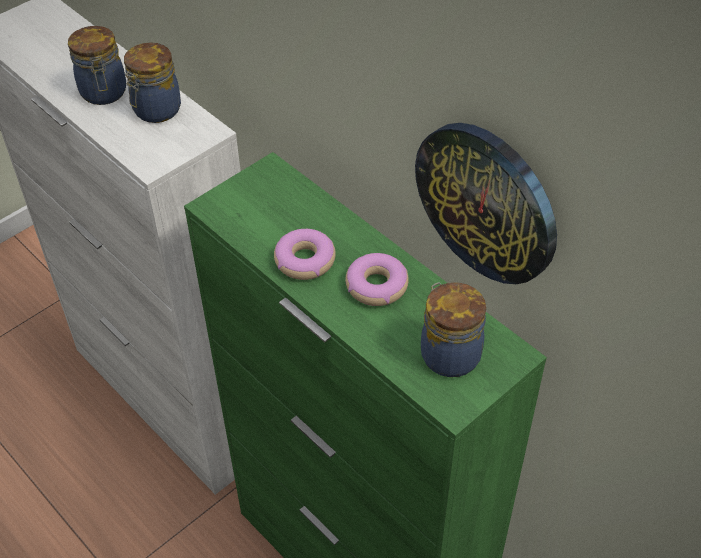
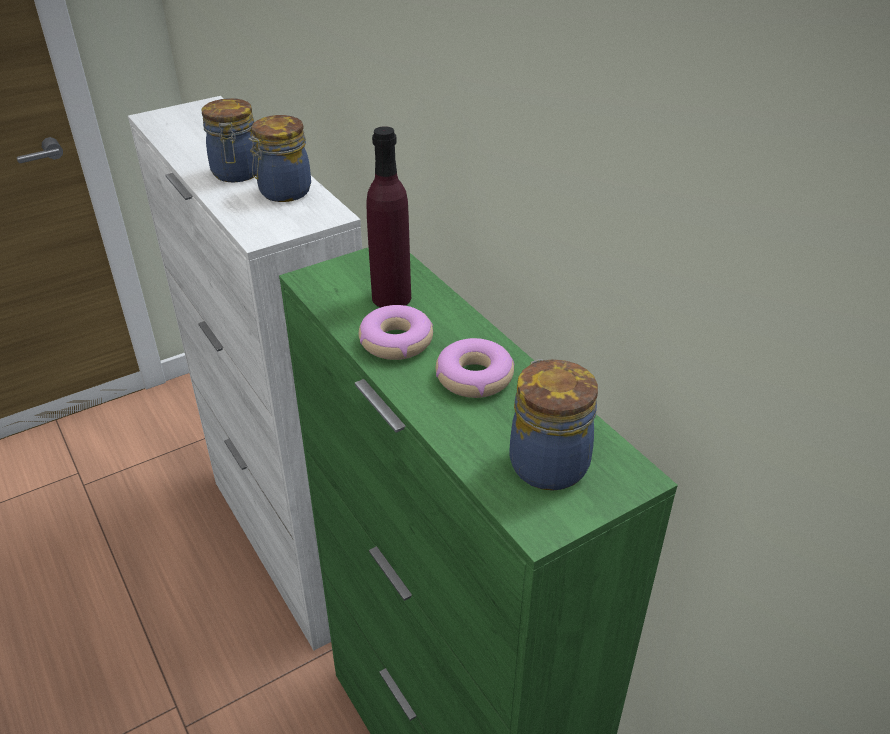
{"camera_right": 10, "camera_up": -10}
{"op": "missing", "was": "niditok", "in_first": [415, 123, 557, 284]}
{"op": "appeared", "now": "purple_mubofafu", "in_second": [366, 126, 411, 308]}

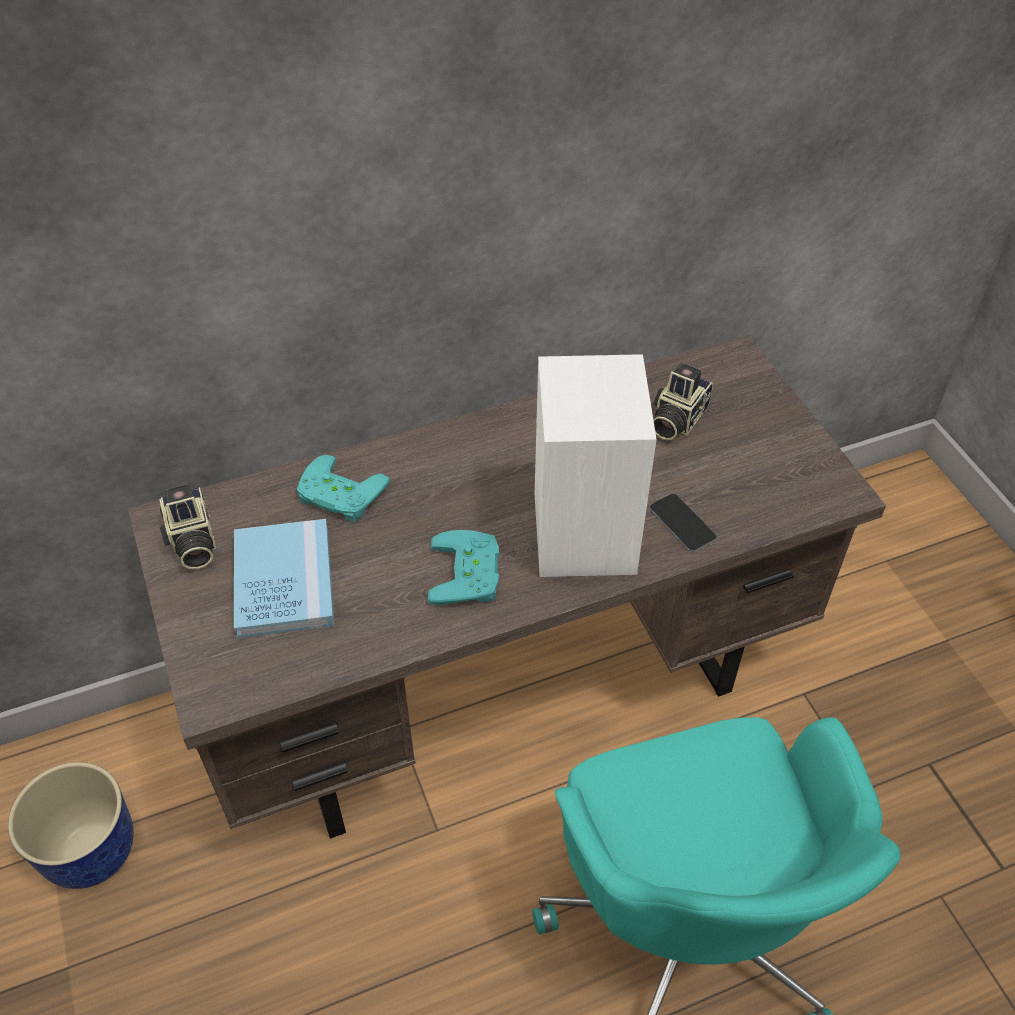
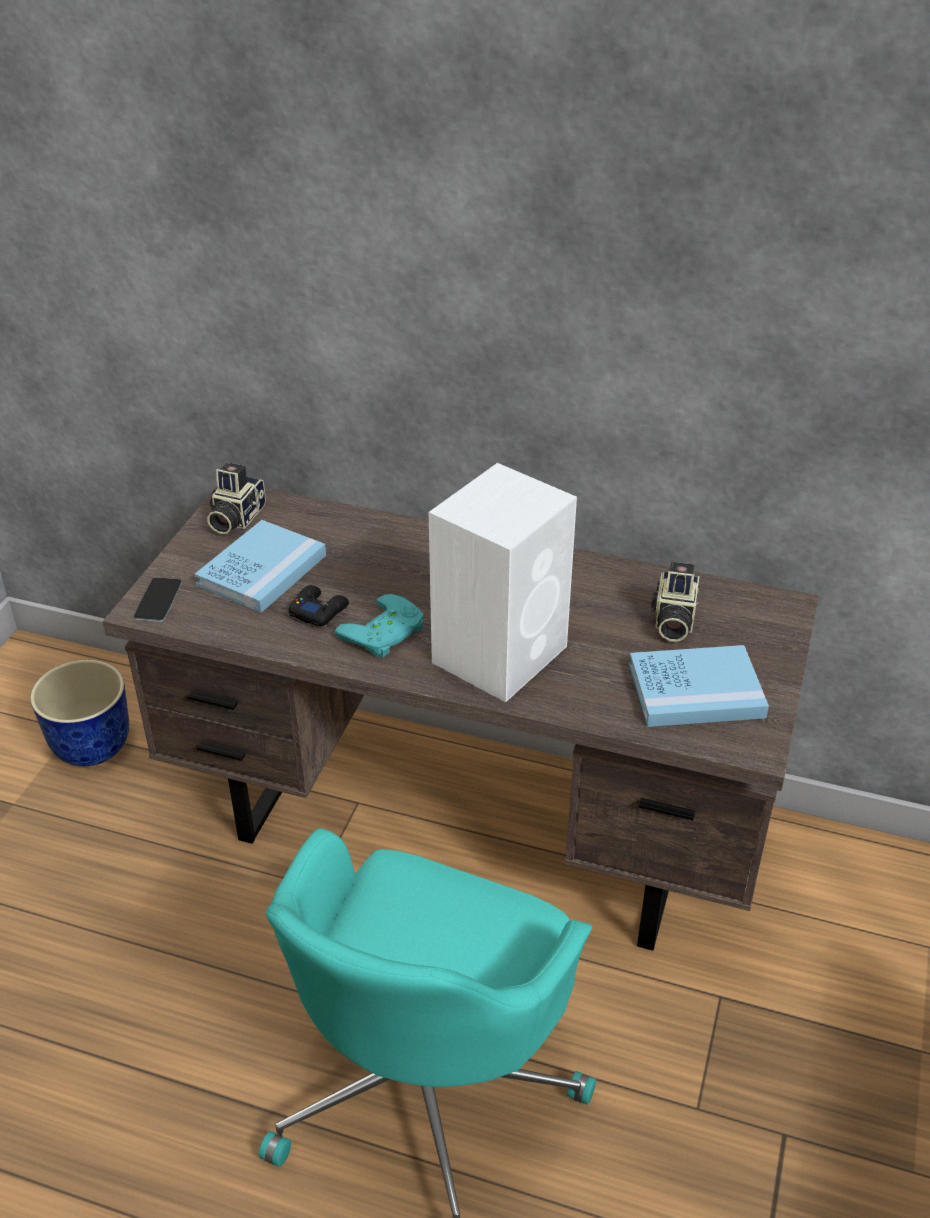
{"camera_right": 40, "camera_up": -10}
{"op": "spun", "was": "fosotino", "in_first": [653, 363, 713, 440], "in_second": [651, 562, 700, 642], "clockwise": -60}
{"op": "missing", "was": "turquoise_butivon", "in_first": [297, 455, 390, 522]}
{"op": "relocated", "was": "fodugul", "in_first": [650, 494, 717, 552], "in_second": [134, 578, 182, 622]}
{"op": "appeared", "now": "black_butivon", "in_second": [289, 585, 349, 626]}
{"op": "appeared", "now": "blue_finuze", "in_second": [629, 645, 769, 727]}

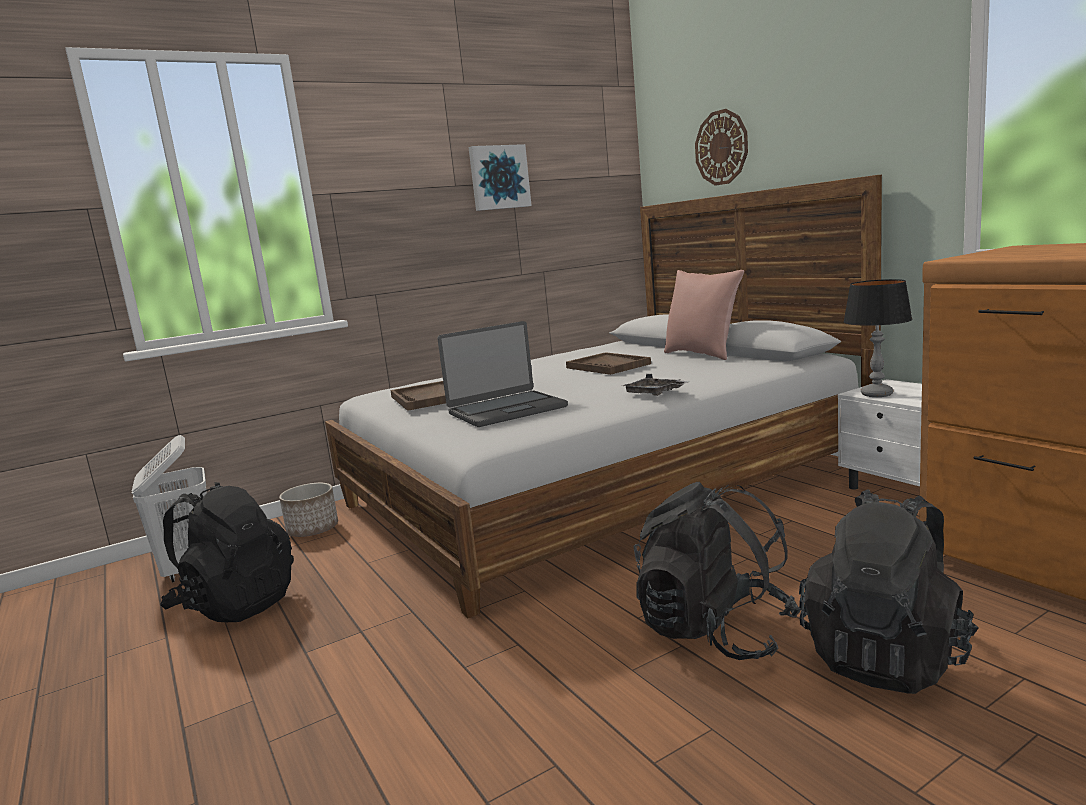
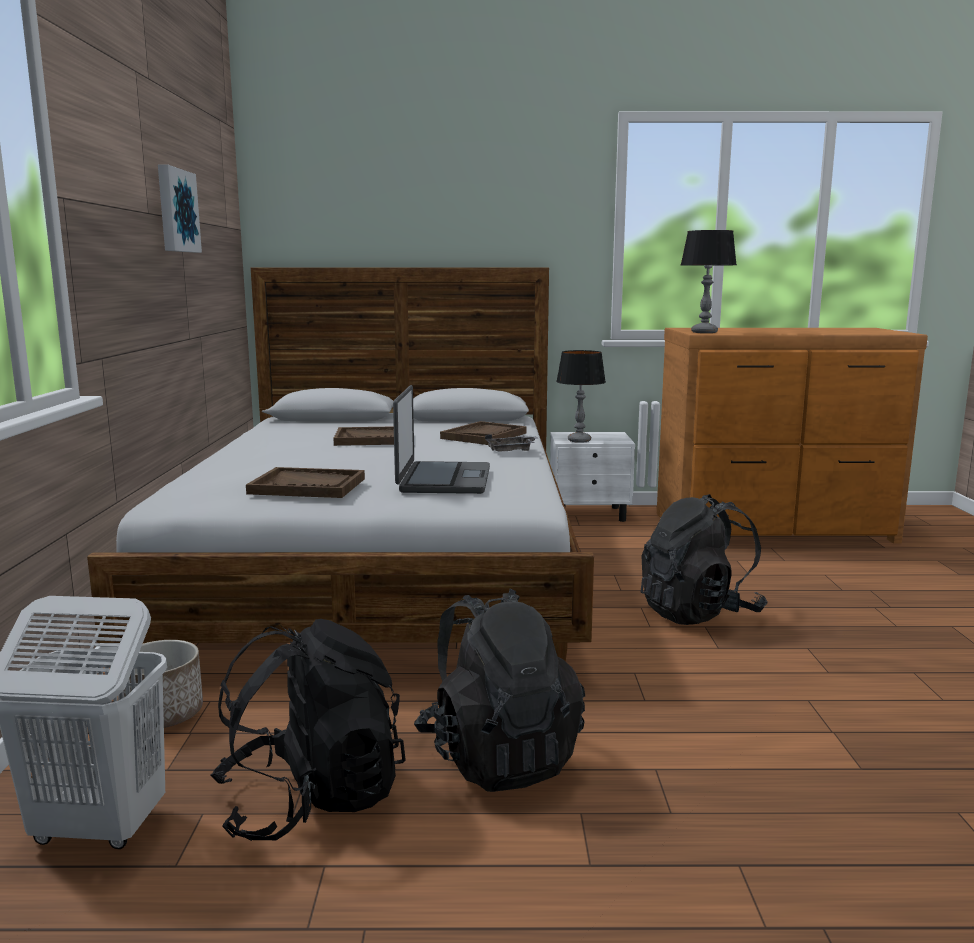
{"camera_right": -60, "camera_up": 0}
{"op": "missing", "was": "niditok", "in_first": [695, 109, 748, 186]}
{"op": "missing", "was": "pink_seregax", "in_first": [664, 270, 744, 360]}
{"op": "relocated", "was": "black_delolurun", "in_first": [799, 489, 978, 694], "in_second": [414, 589, 585, 792]}
{"op": "appeared", "now": "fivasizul", "in_second": [681, 230, 736, 333]}
{"op": "appeared", "now": "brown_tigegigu", "in_second": [440, 421, 527, 445]}

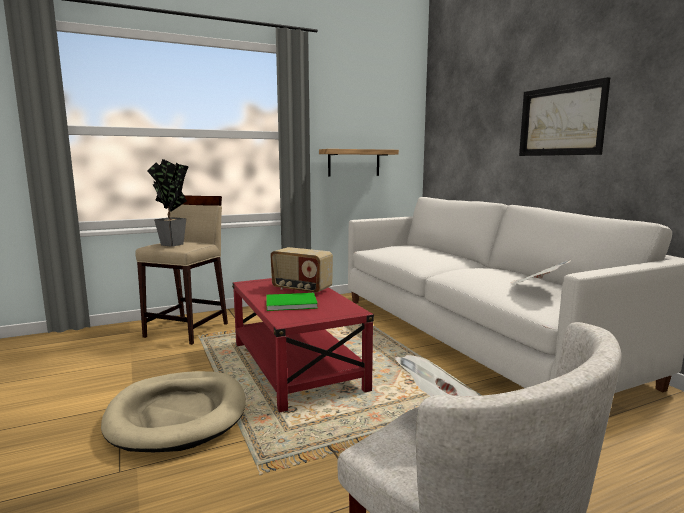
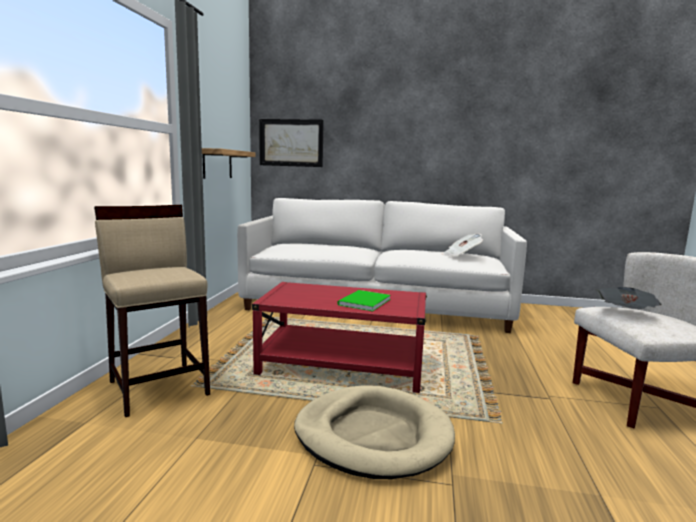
{"camera_right": -55, "camera_up": 0}
{"op": "relocated", "was": "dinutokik", "in_first": [519, 77, 610, 156], "in_second": [259, 119, 324, 167]}
{"op": "missing", "was": "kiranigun", "in_first": [147, 159, 189, 247]}
{"op": "missing", "was": "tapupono", "in_first": [270, 247, 333, 293]}

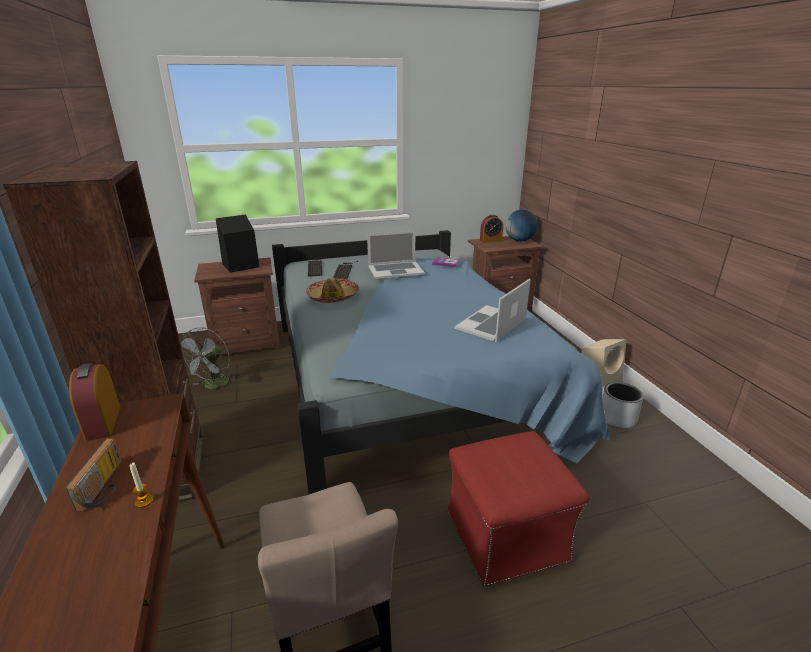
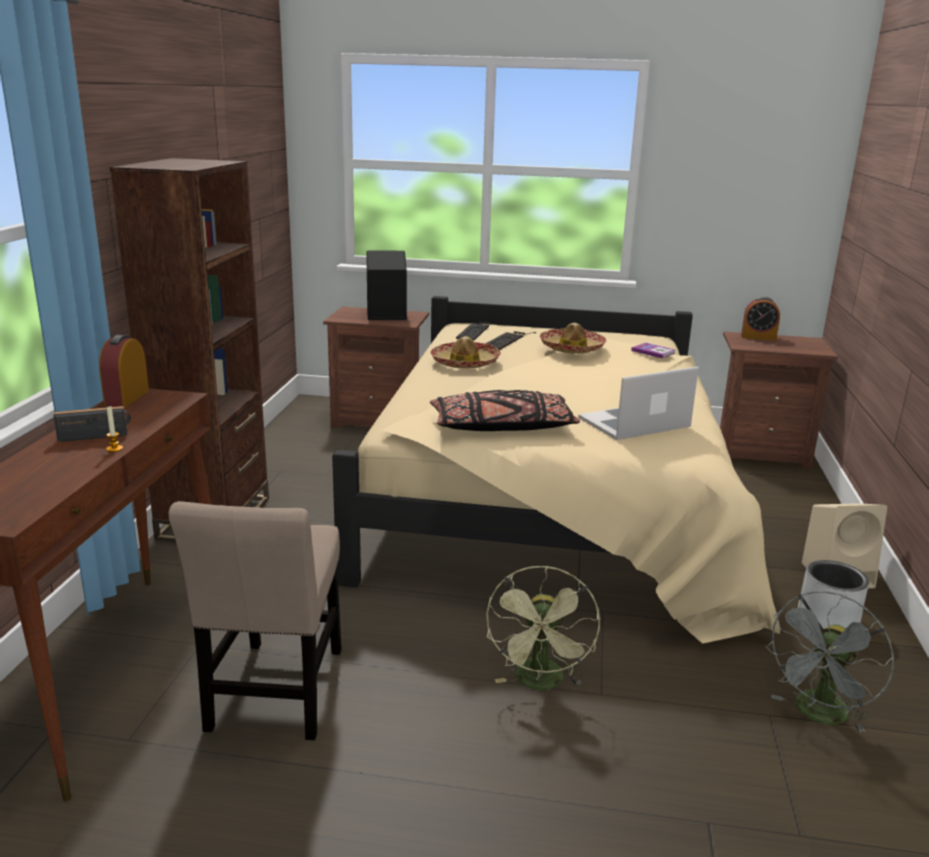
{"camera_right": 25, "camera_up": -5}
{"op": "missing", "was": "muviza", "in_first": [506, 209, 538, 242]}
{"op": "colour", "was": "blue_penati", "now": "beige_penati", "in_first": [272, 230, 610, 494], "in_second": [332, 296, 780, 644]}
{"op": "exchanged", "was": "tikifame", "now": "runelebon", "in_first": [367, 231, 425, 279], "in_second": [540, 323, 607, 353]}
{"op": "relocated", "was": "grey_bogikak", "in_first": [181, 327, 238, 389], "in_second": [765, 591, 895, 733]}
{"op": "exchanged", "was": "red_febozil", "now": "green_bogikak", "in_first": [447, 431, 590, 586], "in_second": [486, 565, 600, 690]}
{"op": "spun", "was": "tapupono", "in_first": [65, 439, 122, 511], "in_second": [54, 406, 131, 442], "clockwise": -135}
{"op": "appeared", "now": "black_seregax", "in_second": [430, 390, 580, 431]}

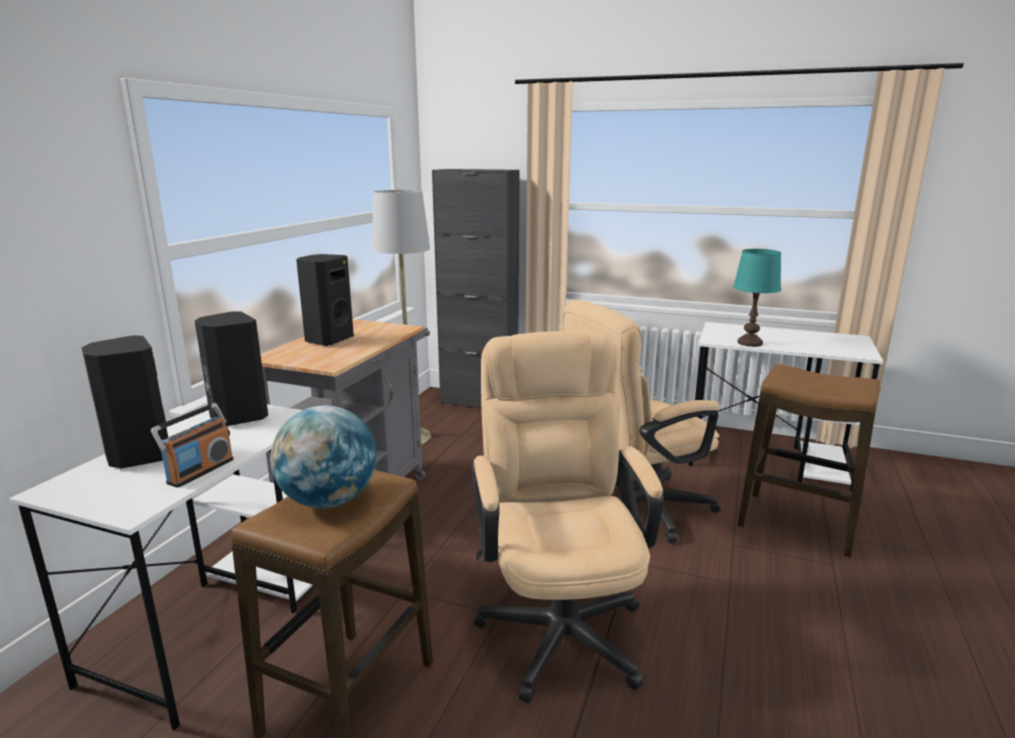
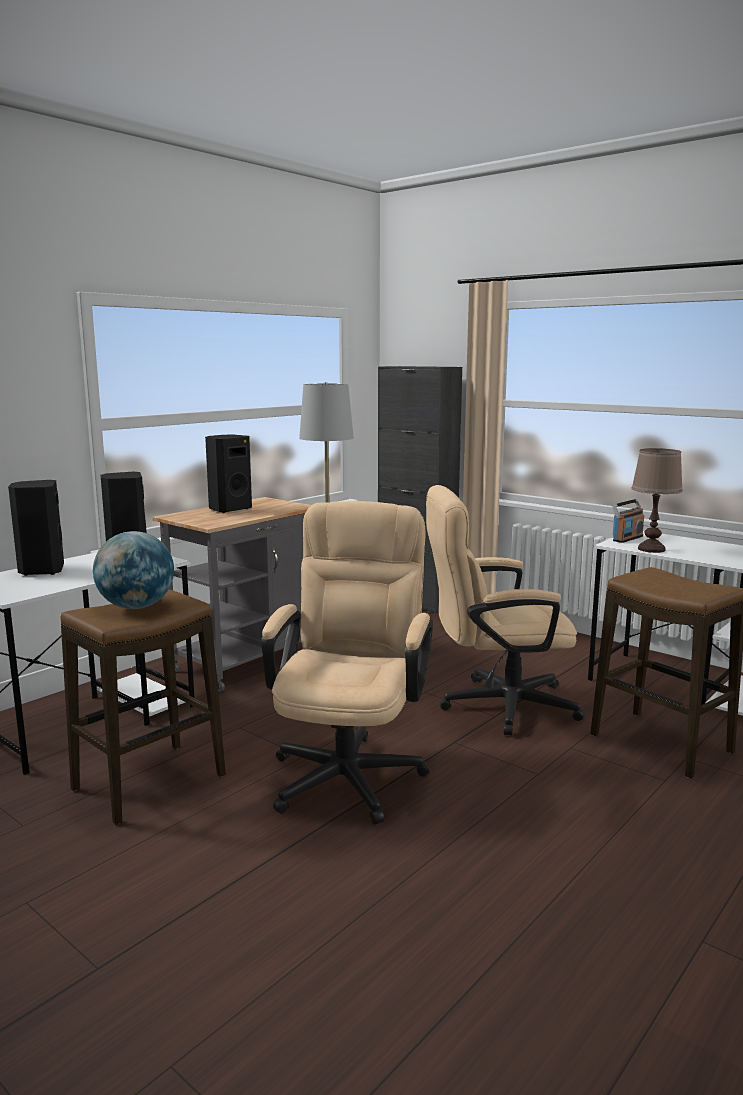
{"camera_right": 20, "camera_up": -5}
{"op": "colour", "was": "turquoise_fivasizul", "now": "brown_fivasizul", "in_first": [733, 249, 781, 347], "in_second": [631, 448, 683, 553]}
{"op": "relocated", "was": "tapupono", "in_first": [151, 403, 234, 488], "in_second": [612, 499, 644, 543]}

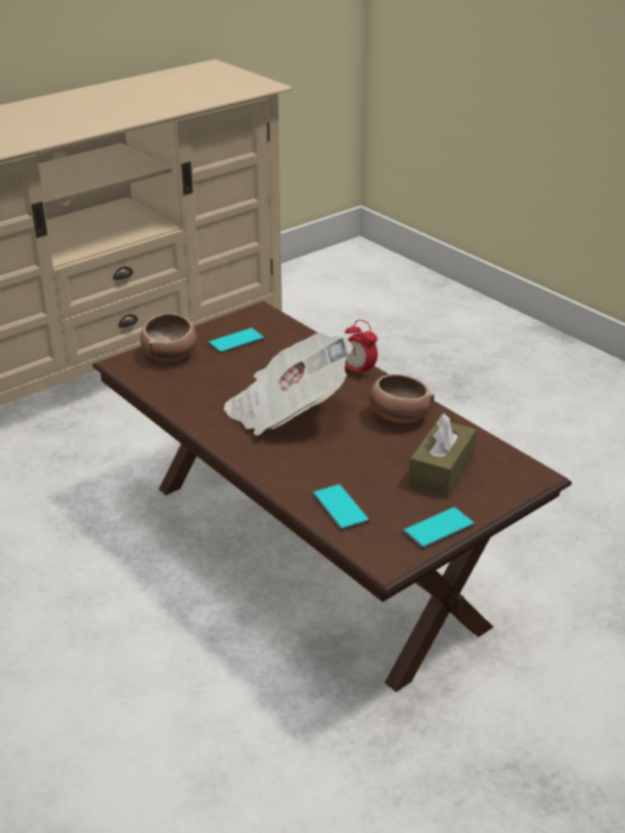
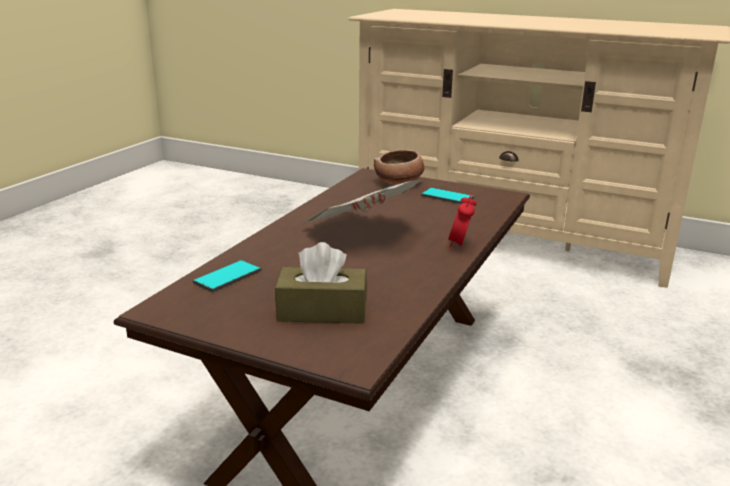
{"camera_right": 65, "camera_up": -10}
{"op": "missing", "was": "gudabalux", "in_first": [369, 374, 434, 423]}
{"op": "missing", "was": "fodugul", "in_first": [402, 507, 475, 550]}

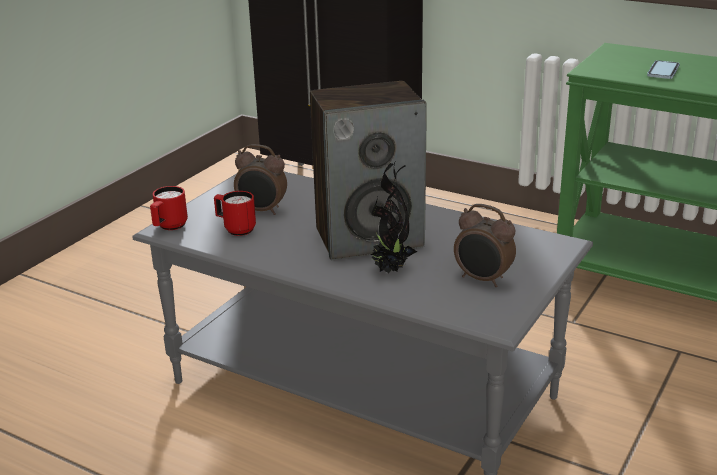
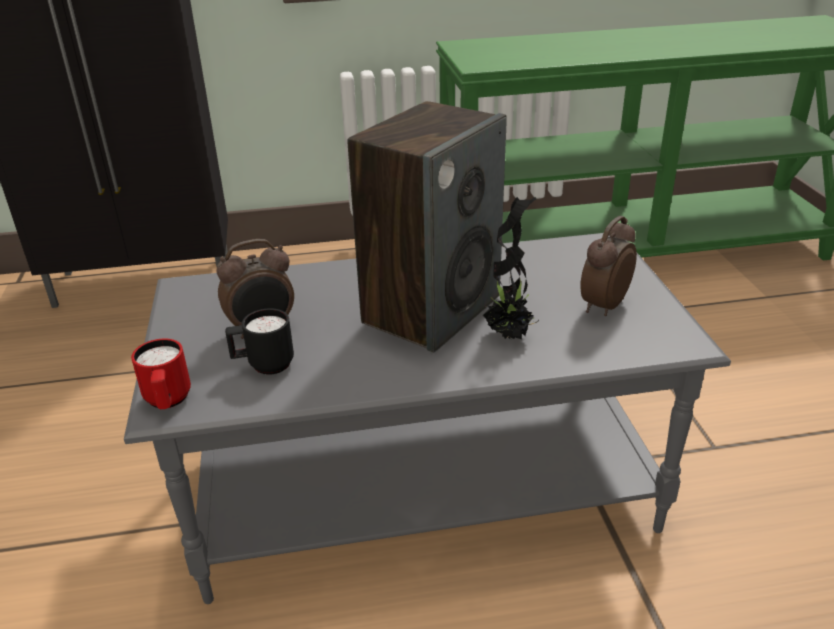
{"camera_right": -40, "camera_up": 5}
{"op": "missing", "was": "fodugul", "in_first": [647, 60, 680, 79]}
{"op": "colour", "was": "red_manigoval", "now": "black_manigoval", "in_first": [214, 191, 256, 236], "in_second": [225, 308, 294, 375]}
{"op": "spun", "was": "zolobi", "in_first": [454, 204, 516, 287], "in_second": [580, 216, 637, 316], "clockwise": 135}

